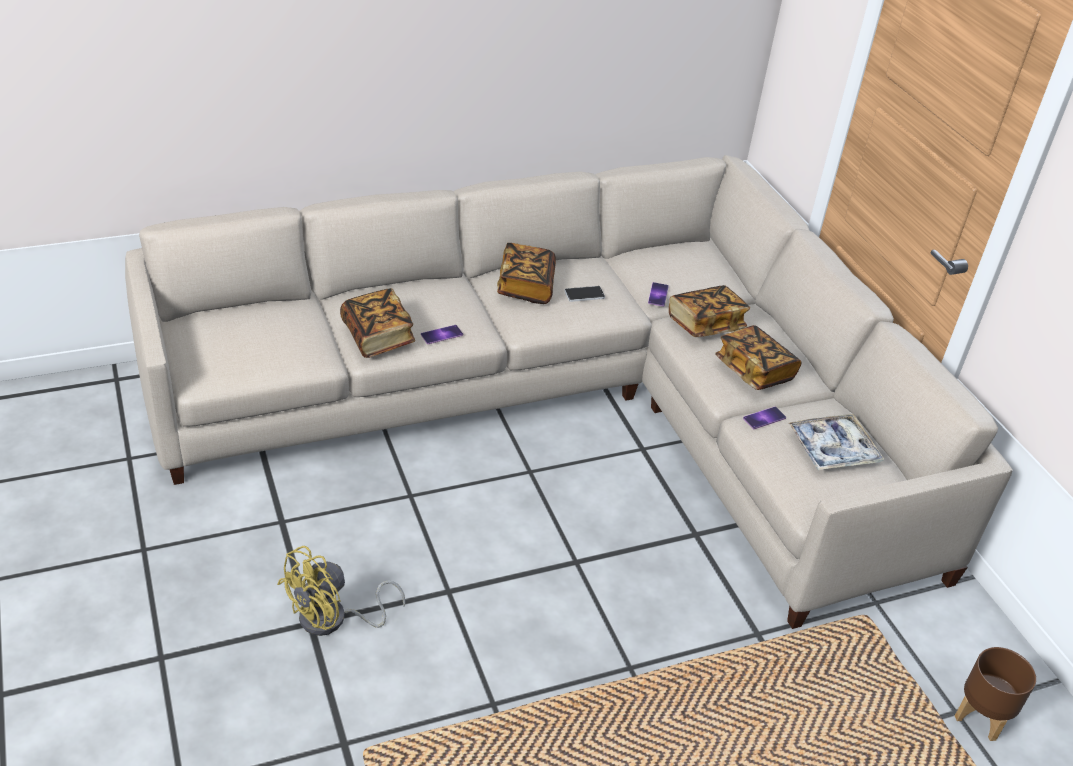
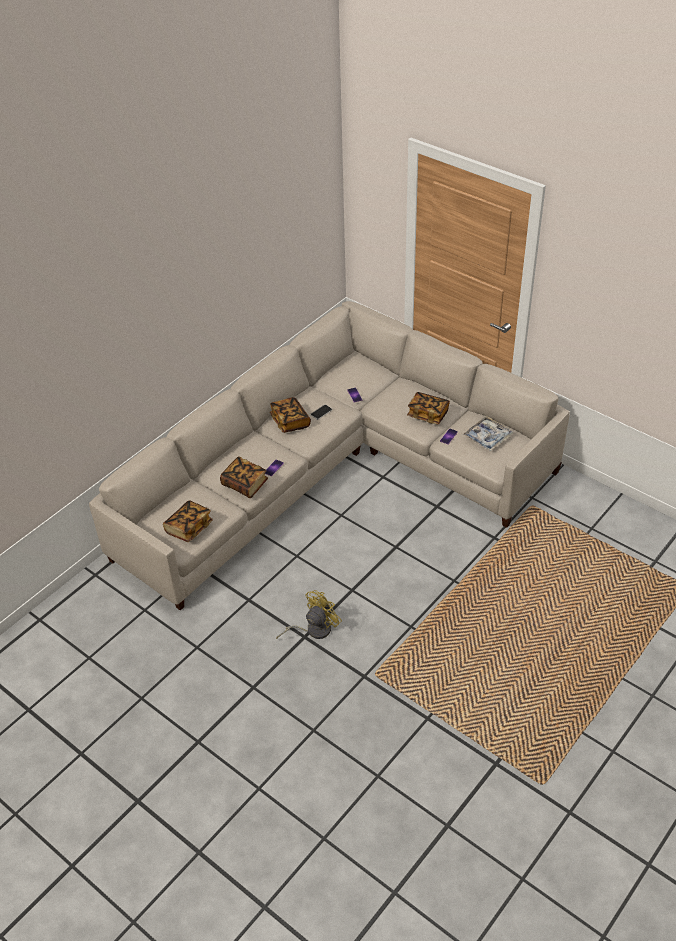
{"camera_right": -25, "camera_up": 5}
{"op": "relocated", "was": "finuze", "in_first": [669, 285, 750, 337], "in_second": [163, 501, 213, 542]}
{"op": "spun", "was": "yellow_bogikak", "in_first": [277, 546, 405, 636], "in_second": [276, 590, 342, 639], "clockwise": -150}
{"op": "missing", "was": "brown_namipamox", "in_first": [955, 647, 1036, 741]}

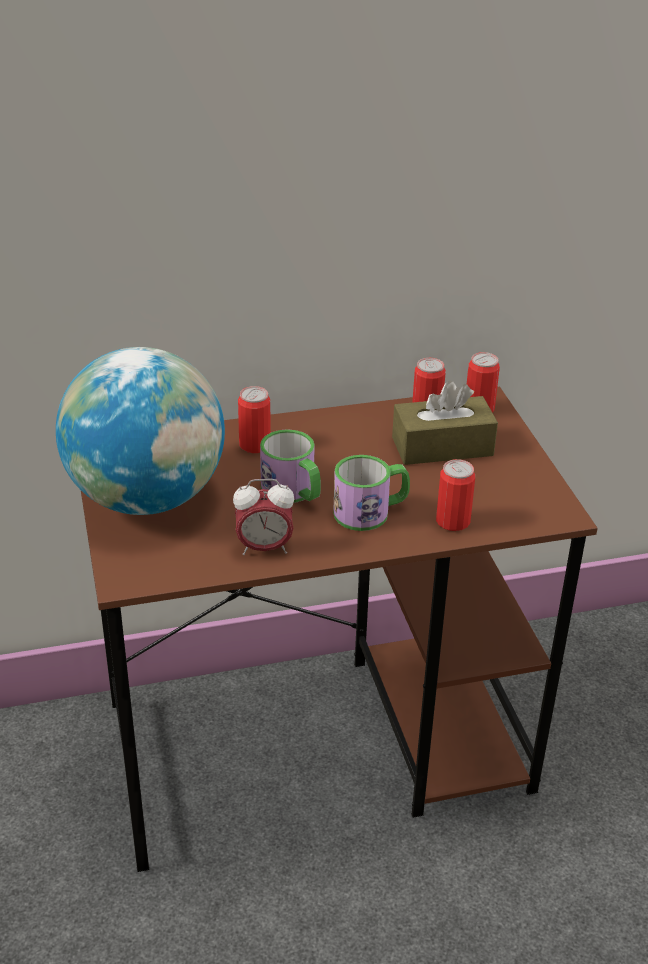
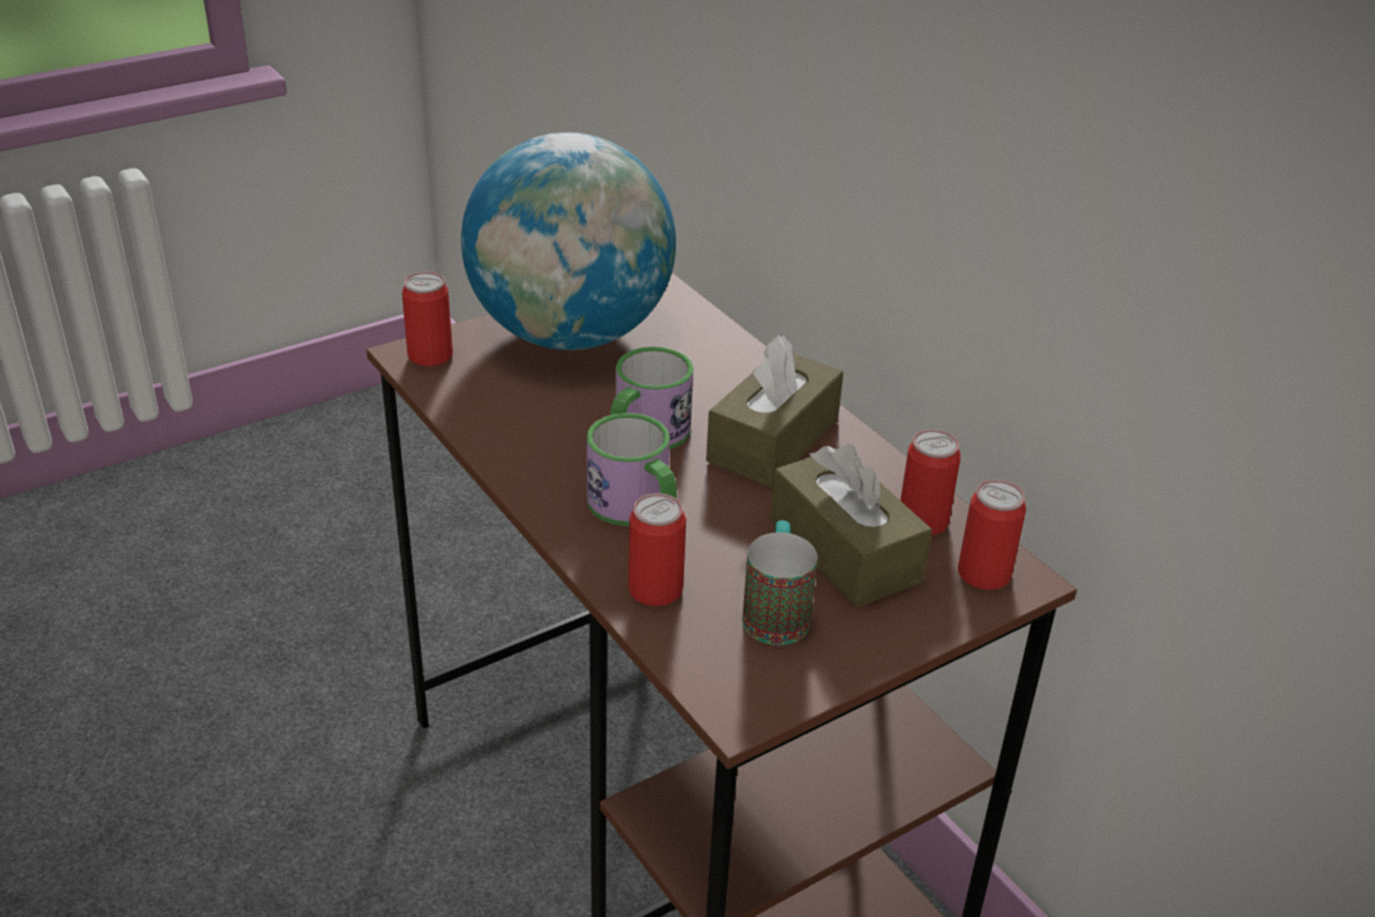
{"camera_right": 70, "camera_up": 0}
{"op": "relocated", "was": "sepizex", "in_first": [238, 386, 271, 453], "in_second": [402, 272, 453, 366]}
{"op": "missing", "was": "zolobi", "in_first": [233, 479, 294, 555]}
{"op": "appeared", "now": "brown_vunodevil", "in_second": [706, 335, 843, 487]}
{"op": "appeared", "now": "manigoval", "in_second": [742, 520, 818, 645]}

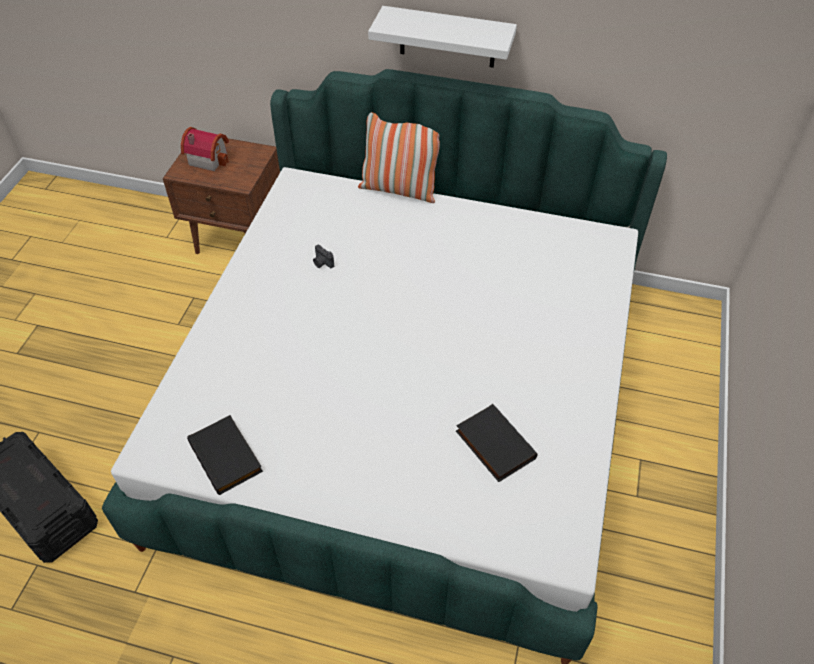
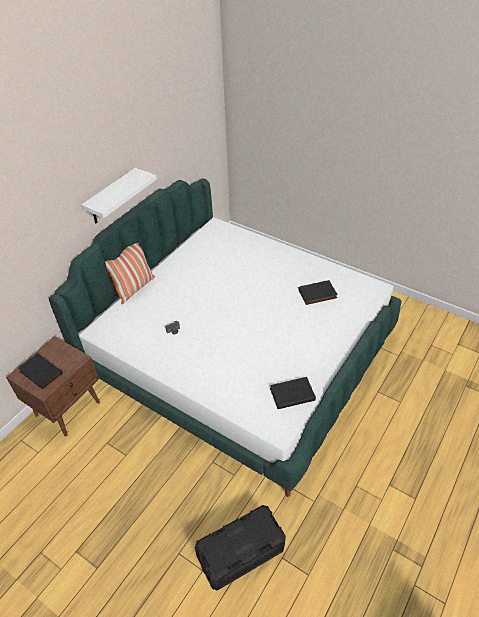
{"camera_right": -70, "camera_up": -5}
{"op": "exchanged", "was": "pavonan", "now": "black_finuze", "in_first": [181, 127, 229, 171], "in_second": [18, 353, 62, 389]}

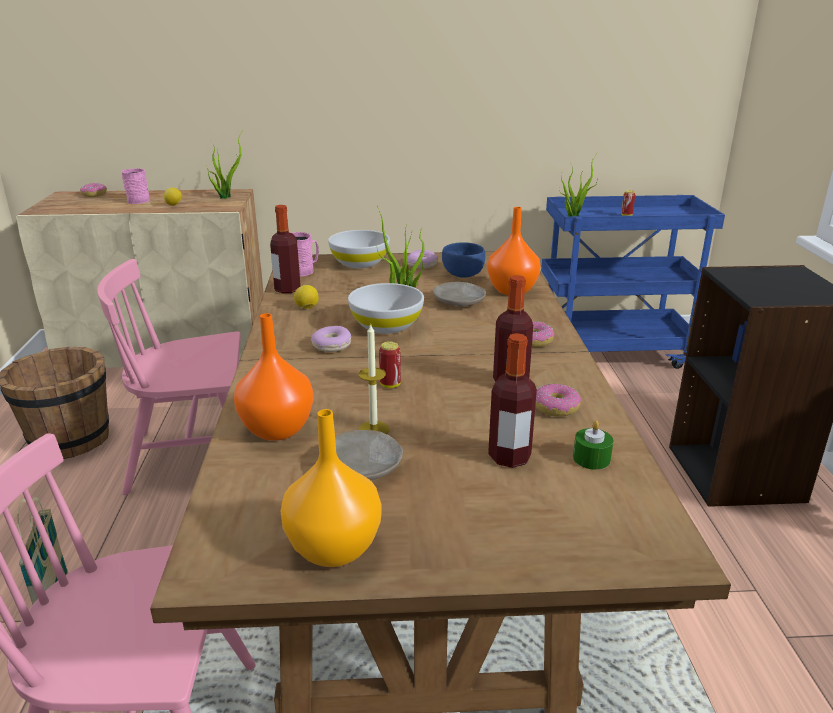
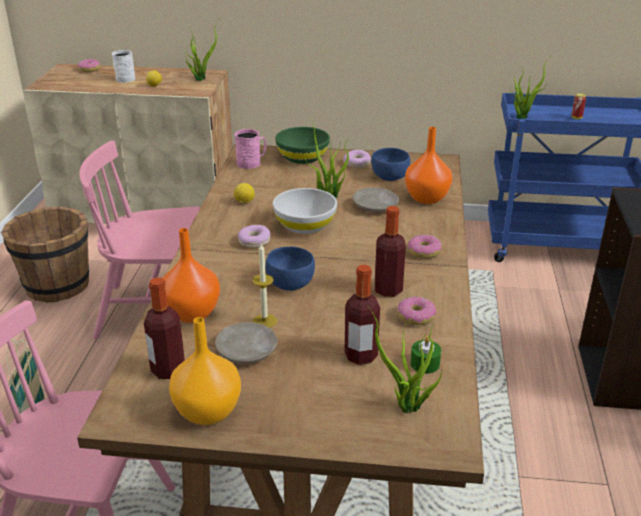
{"camera_right": 10, "camera_up": 5}
{"op": "colour", "was": "pink_manigoval", "now": "white_manigoval", "in_first": [121, 168, 150, 204], "in_second": [112, 50, 135, 83]}
{"op": "relocated", "was": "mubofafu", "in_first": [270, 205, 300, 293], "in_second": [144, 277, 185, 379]}
{"op": "colour", "was": "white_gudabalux", "now": "green_gudabalux", "in_first": [328, 230, 390, 268], "in_second": [275, 127, 330, 164]}
{"op": "exchanged", "was": "sepizex", "now": "blue_gudabalux", "in_first": [379, 341, 401, 388], "in_second": [265, 247, 315, 291]}
{"op": "appeared", "now": "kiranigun", "in_second": [367, 305, 443, 413]}

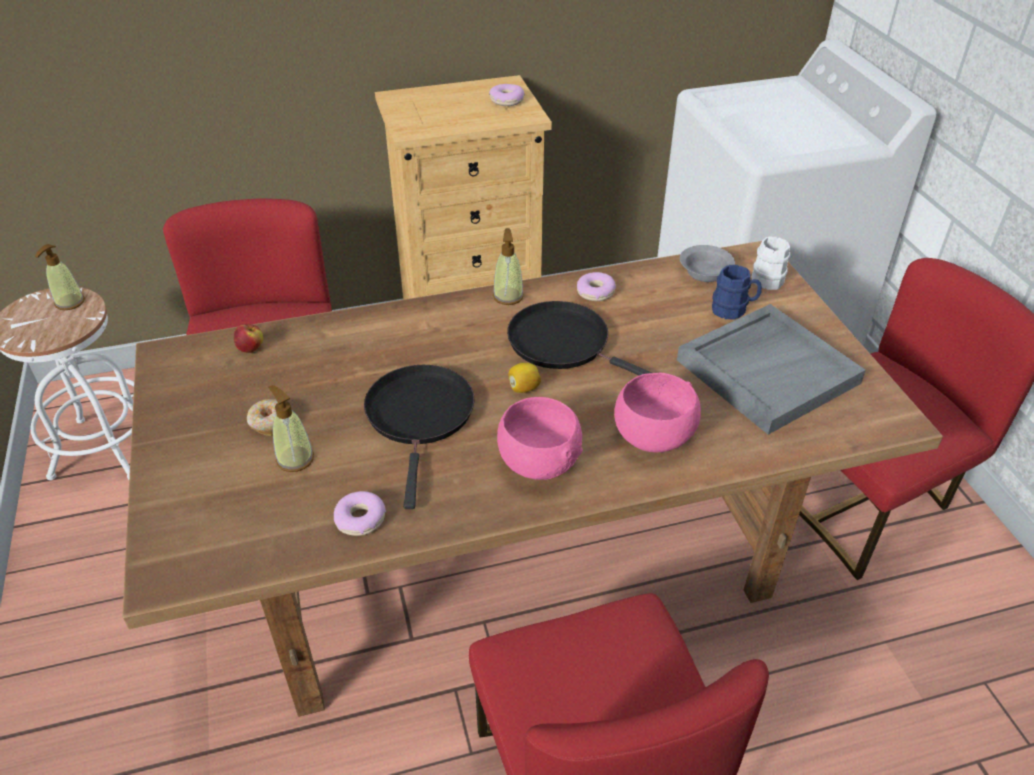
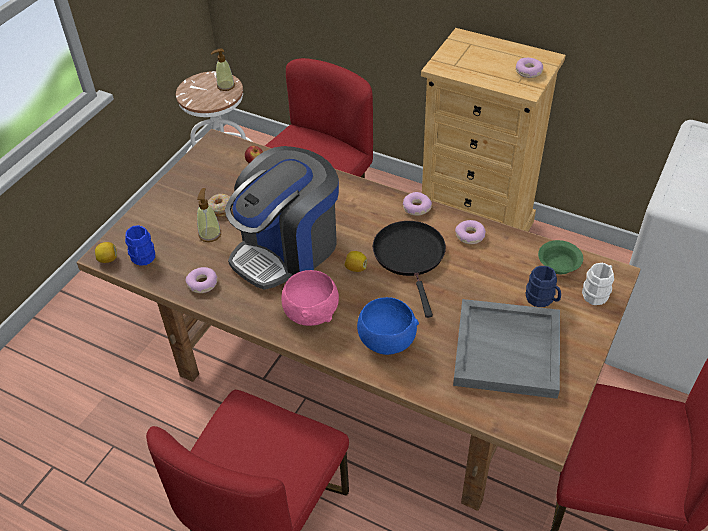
{"camera_right": 45, "camera_up": 5}
{"op": "exchanged", "was": "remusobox", "now": "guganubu", "in_first": [493, 228, 524, 305], "in_second": [403, 192, 432, 216]}
{"op": "colour", "was": "grey_gudabalux", "now": "green_gudabalux", "in_first": [680, 245, 735, 282], "in_second": [538, 240, 583, 274]}
{"op": "exchanged", "was": "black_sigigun", "now": "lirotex", "in_first": [364, 365, 475, 509], "in_second": [225, 146, 339, 290]}
{"op": "colour", "was": "pink_gudabalux", "now": "blue_gudabalux", "in_first": [614, 373, 701, 453], "in_second": [357, 297, 419, 355]}
{"op": "appeared", "now": "blue_manigoval", "in_second": [125, 225, 155, 266]}
{"op": "appeared", "now": "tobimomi", "in_second": [95, 242, 117, 263]}

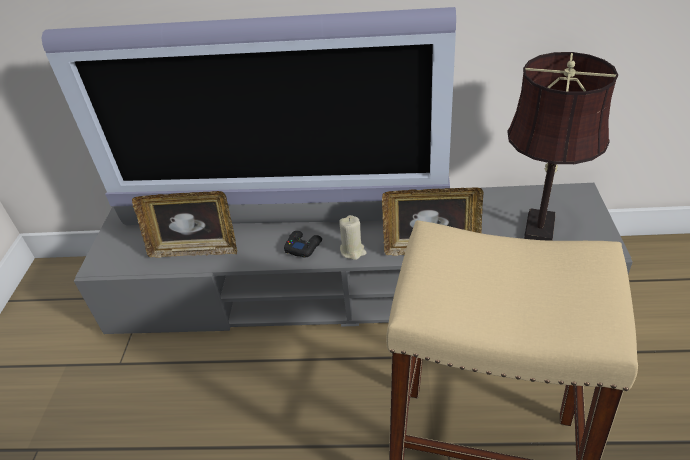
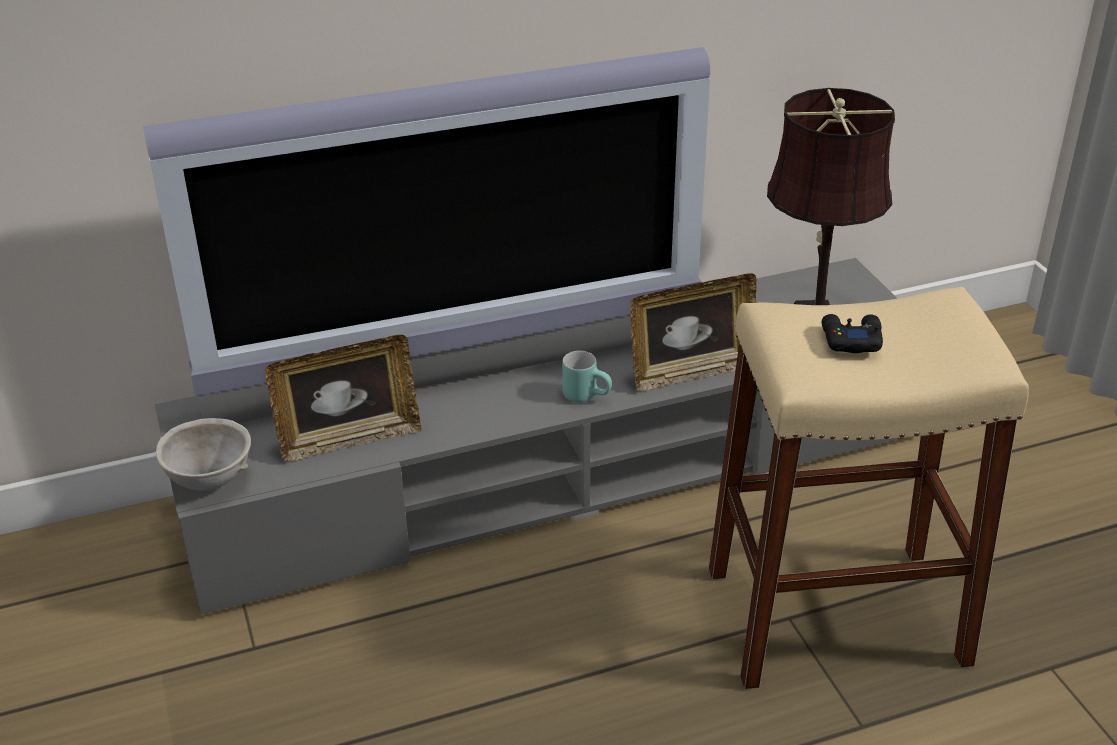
{"camera_right": -25, "camera_up": -5}
{"op": "exchanged", "was": "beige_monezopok", "now": "turquoise_manigoval", "in_first": [339, 215, 367, 260], "in_second": [562, 351, 612, 403]}
{"op": "relocated", "was": "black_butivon", "in_first": [284, 231, 322, 258], "in_second": [822, 314, 883, 353]}
{"op": "appeared", "now": "grey_gudabalux", "in_second": [156, 418, 251, 490]}

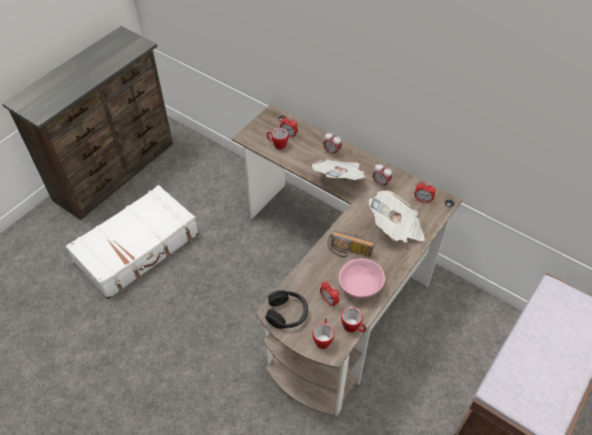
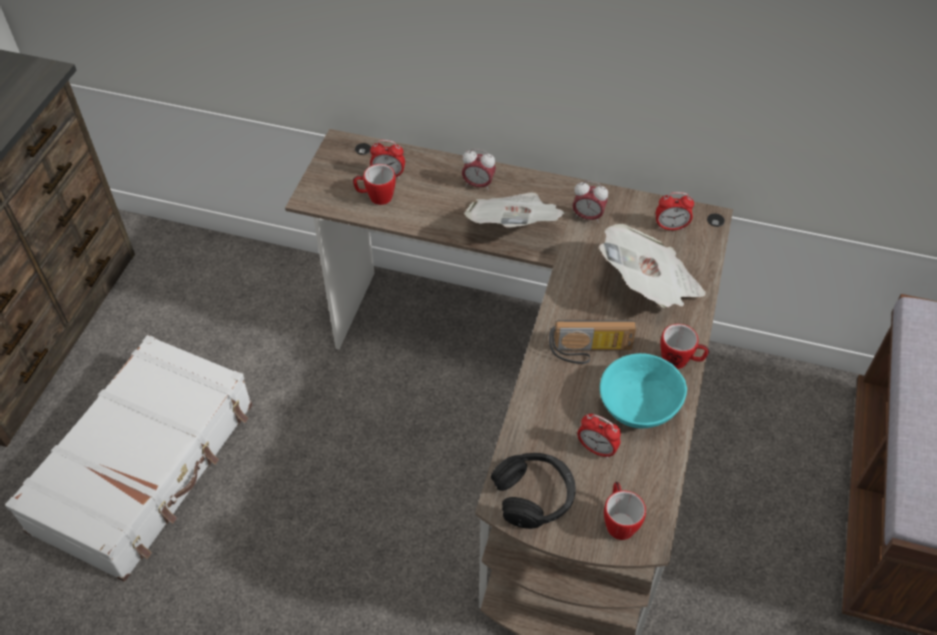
{"camera_right": -20, "camera_up": 0}
{"op": "colour", "was": "pink_gudabalux", "now": "turquoise_gudabalux", "in_first": [339, 259, 385, 299], "in_second": [600, 353, 687, 428]}
{"op": "relocated", "was": "manigoval", "in_first": [341, 307, 366, 333], "in_second": [661, 324, 709, 369]}

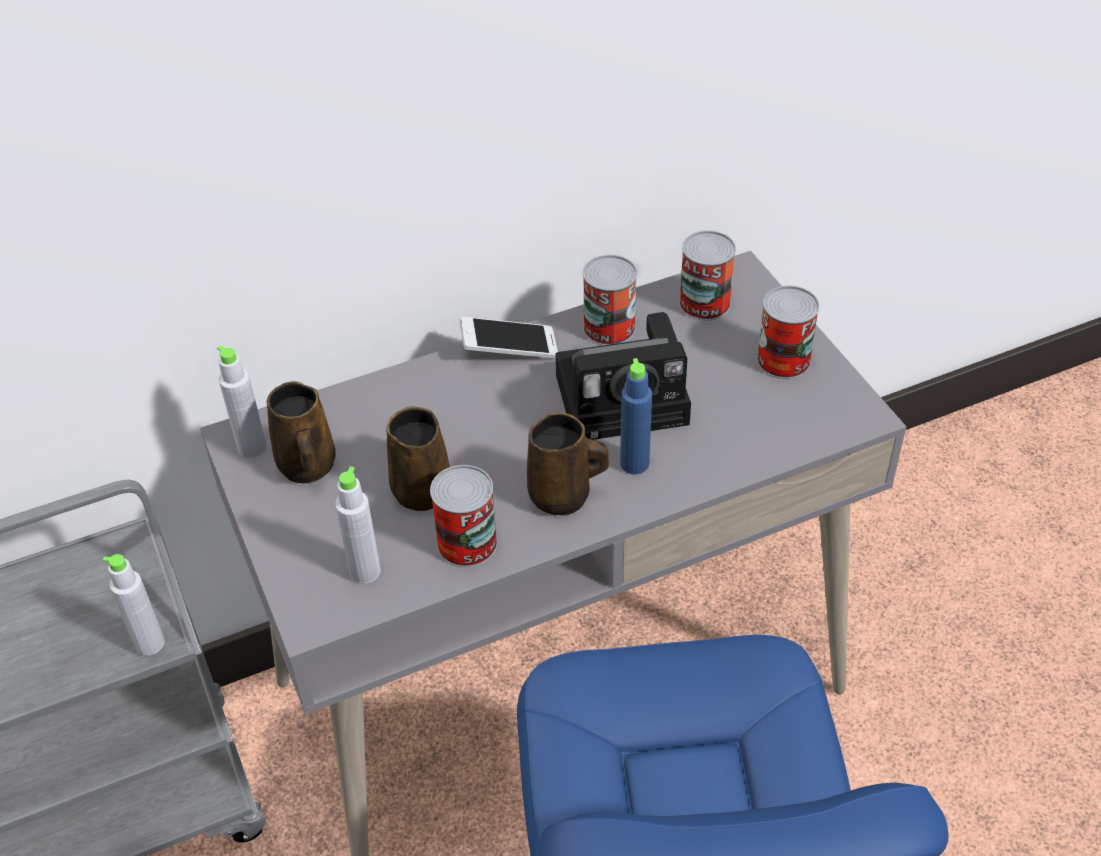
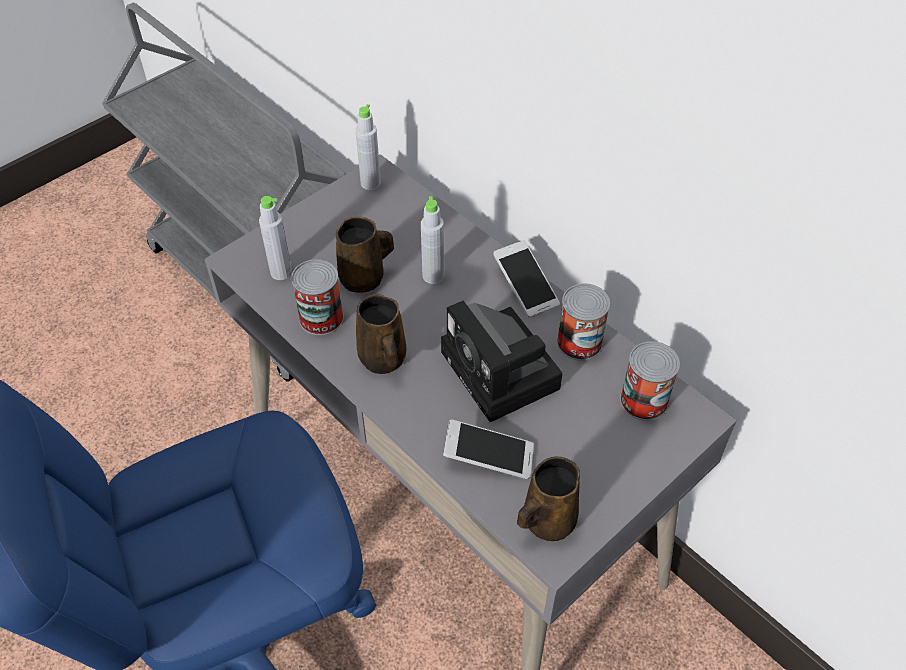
{"camera_right": 70, "camera_up": 5}
{"op": "missing", "was": "sepizex", "in_first": [756, 286, 820, 379]}
{"op": "missing", "was": "blue_mubofafu", "in_first": [620, 358, 652, 474]}
{"op": "relocated", "was": "brown_manigoval", "in_first": [267, 381, 336, 483], "in_second": [517, 456, 580, 541]}
{"op": "relocated", "was": "grey_mubofafu", "in_first": [103, 554, 165, 656], "in_second": [421, 196, 444, 284]}
{"op": "appeared", "now": "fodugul", "in_second": [443, 419, 534, 479]}

